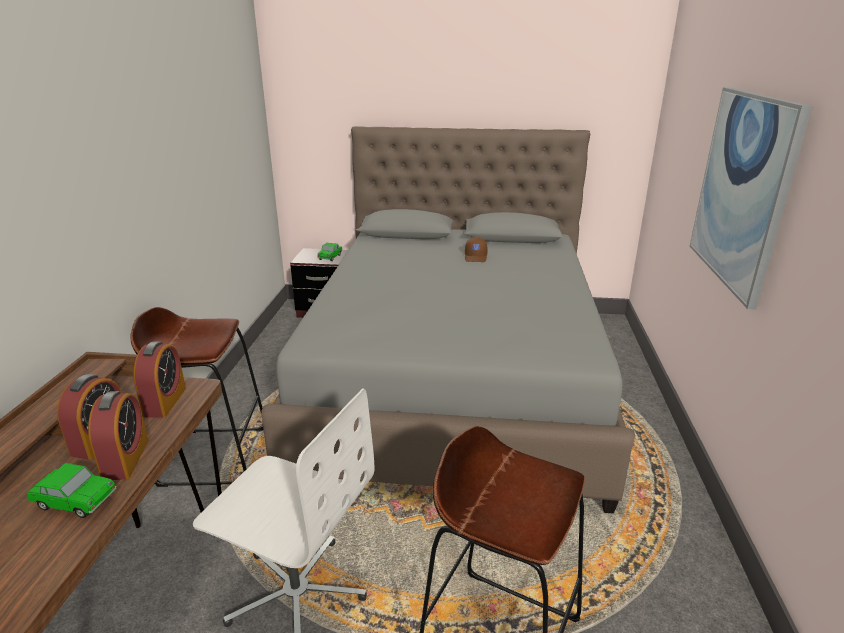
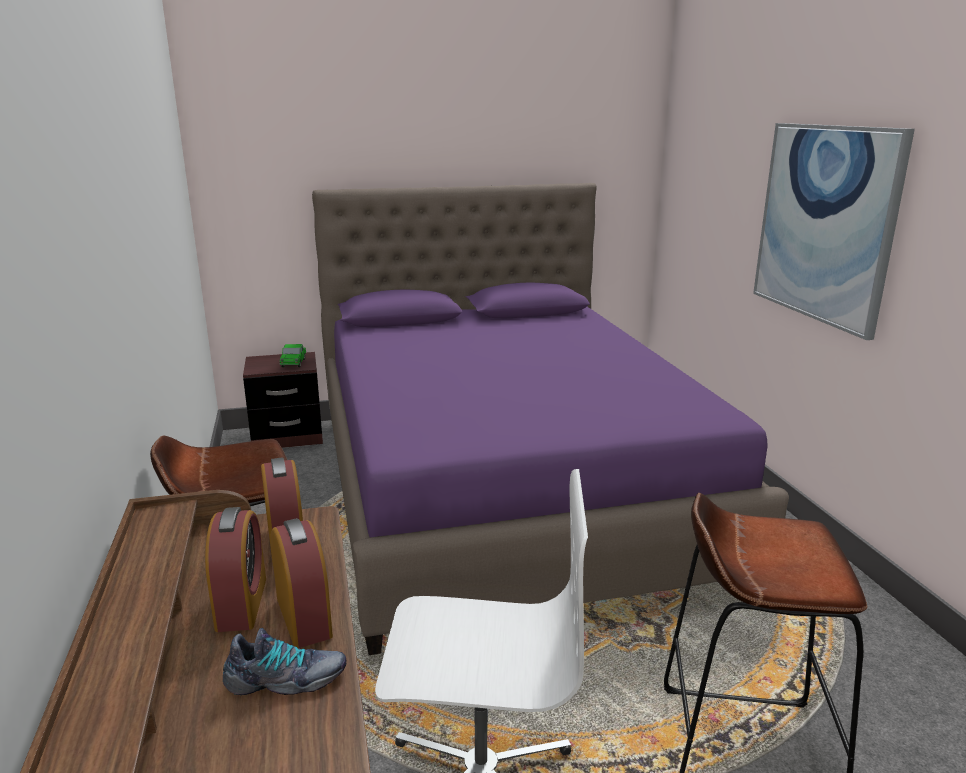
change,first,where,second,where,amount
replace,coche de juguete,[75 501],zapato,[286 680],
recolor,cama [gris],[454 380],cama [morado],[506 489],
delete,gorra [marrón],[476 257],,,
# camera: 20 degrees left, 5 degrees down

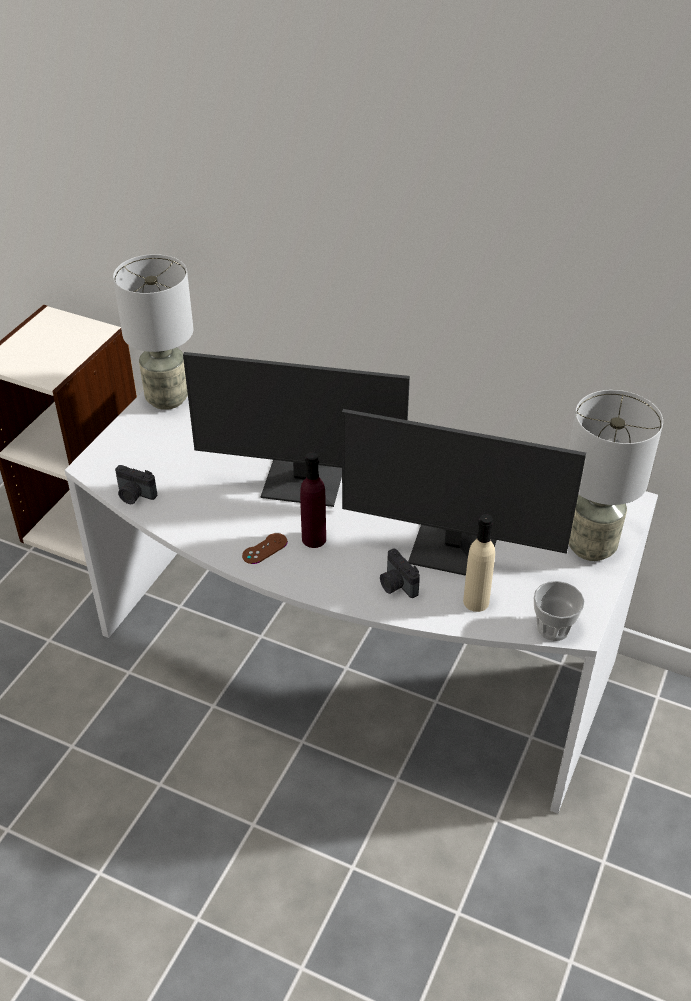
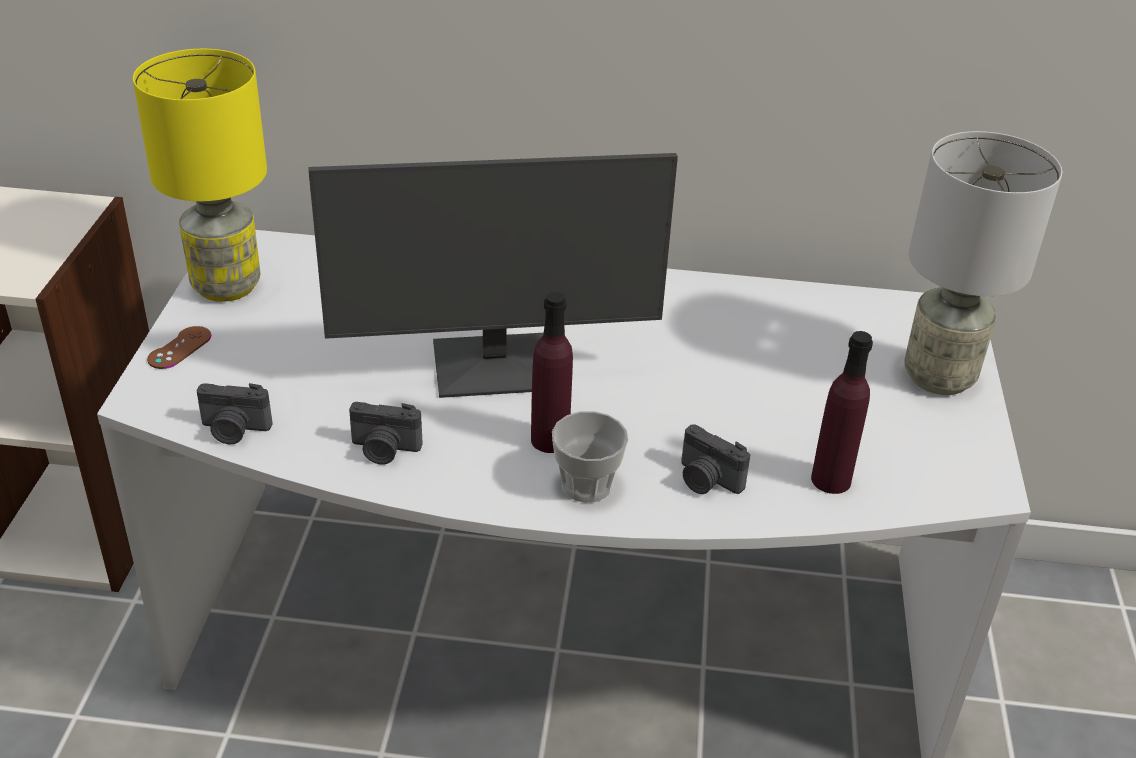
change,first,where,second,where,amount
recolor,lámpara de mesa [gris],[167 398],lámpara de mesa [amarillo],[226 285],
move,mando de consola [marrón],[265 549],,[179 348],
insert,,,cámara,[384 450],
move,taza,[553 628],,[586 485],
recolor,botella [beis],[476 601],botella [morado],[831 480],
delete,monitor,[453 551],,,
# camera: 20 degrees left, 5 degrees down

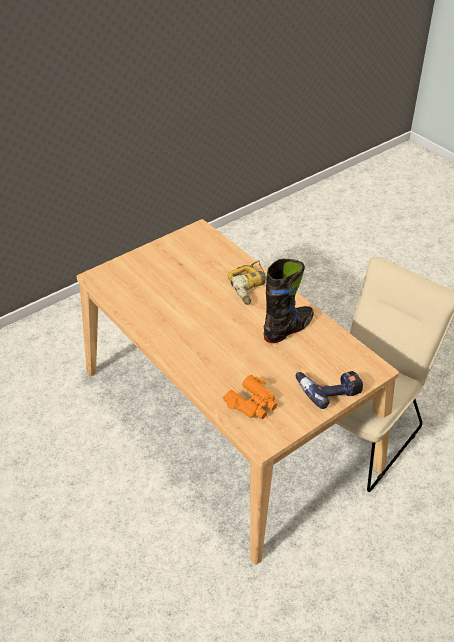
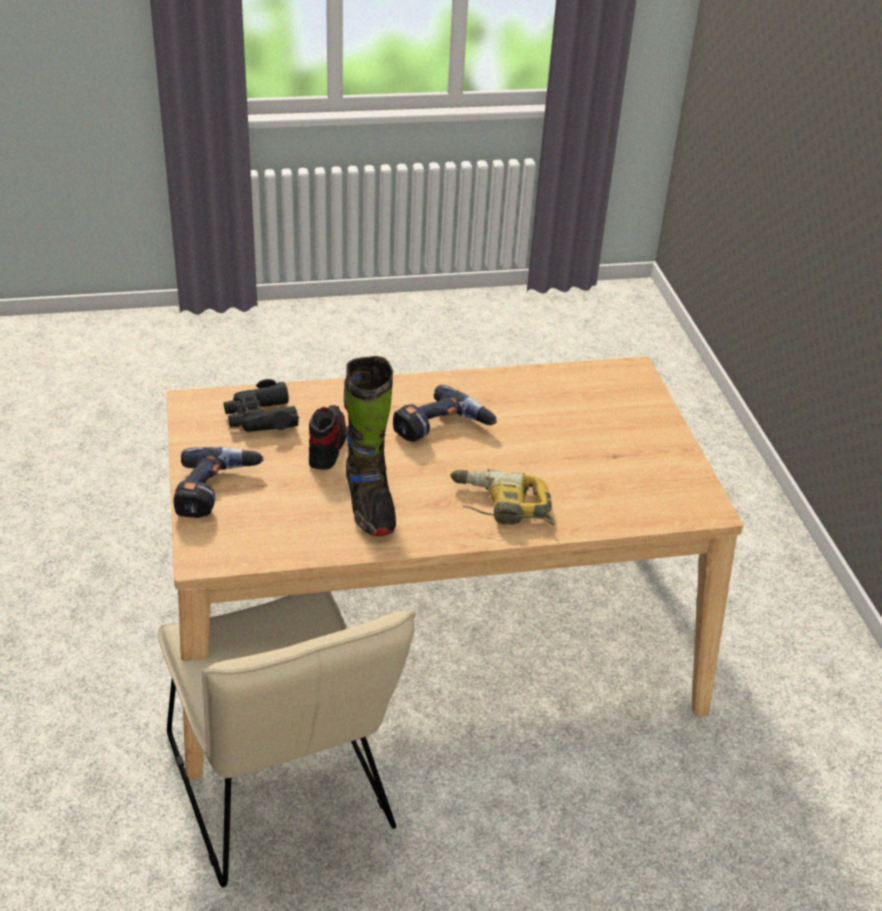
change,first,where,second,where,amount
recolor,prismáticos [naranja],[252 403],prismáticos [negro],[260 417],
insert,,,zapato,[326 445],
insert,,,taladro,[442 429],
# camera: 115 degrees right, 5 degrees down

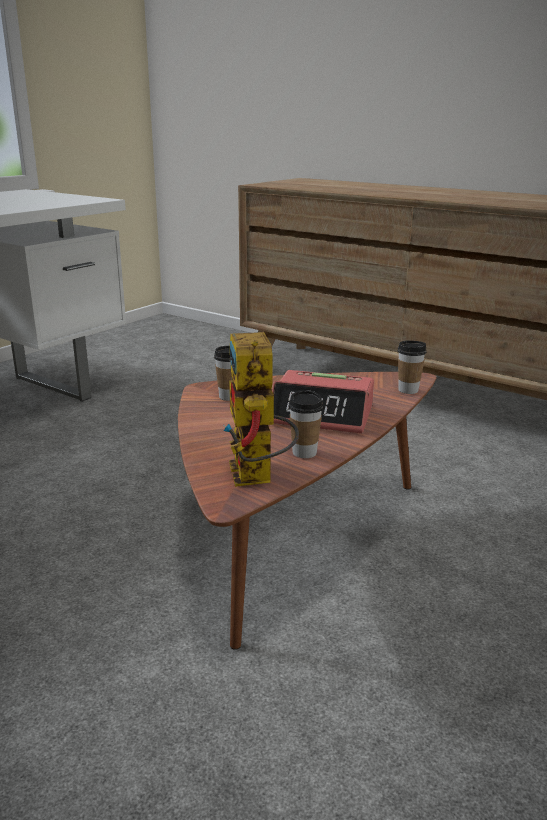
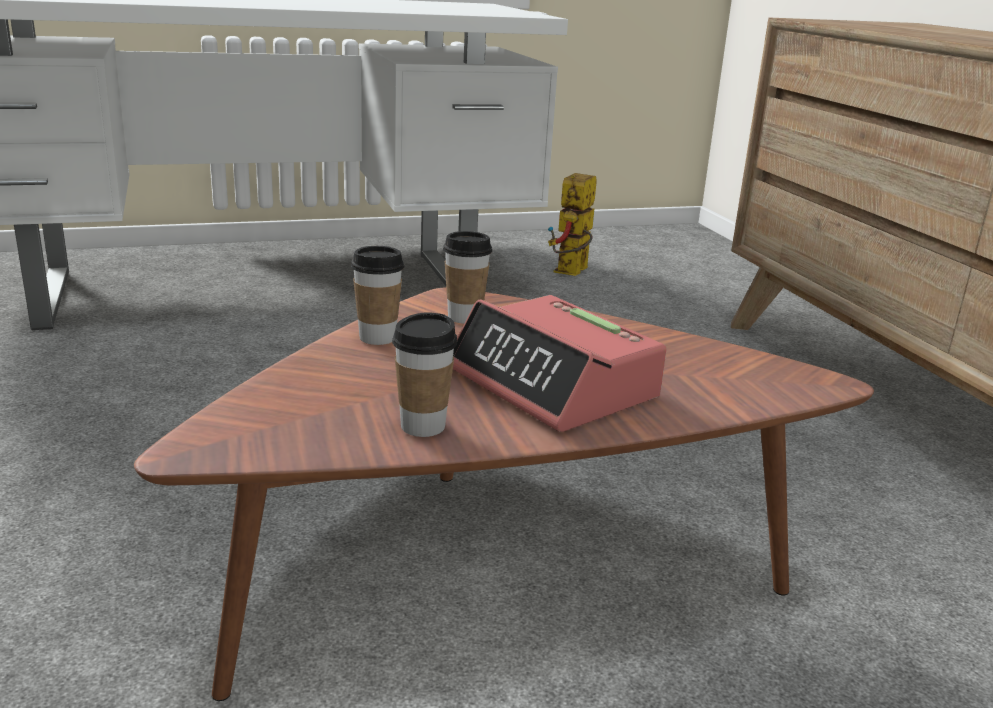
change,first,where,second,where,amount
move,taza,[408 390],,[377 338],
move,robot de juguete,[257 478],,[571 273],
# camera: 35 degrees right, 0 degrees up

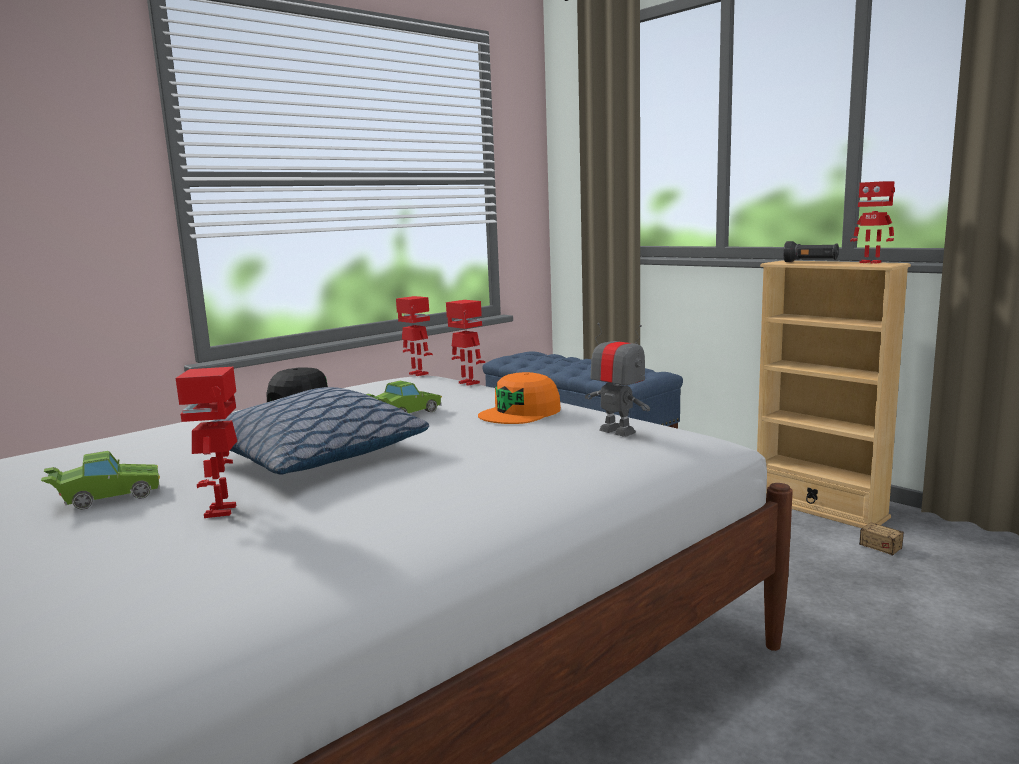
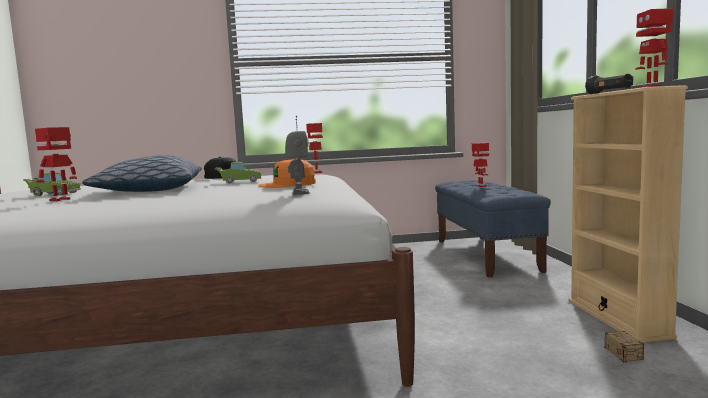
change,first,where,second,where,amount
move,robot de juguete,[468 383],,[480 186],
# camera: 35 degrees right, 5 degrees down

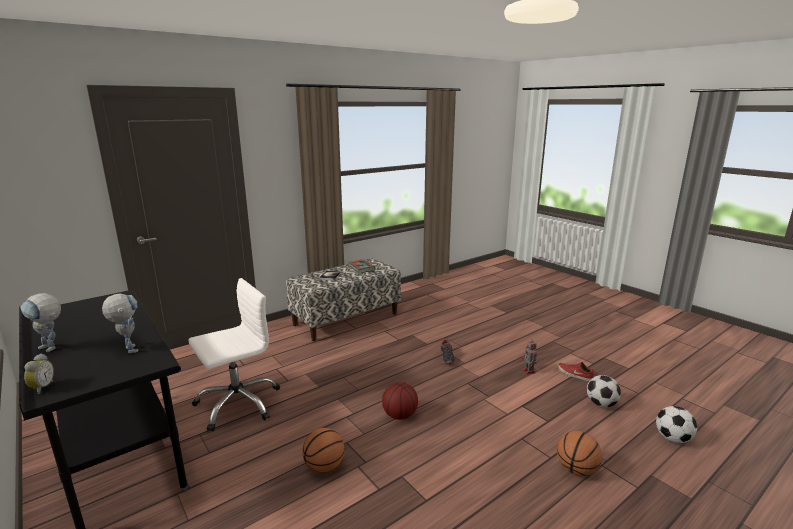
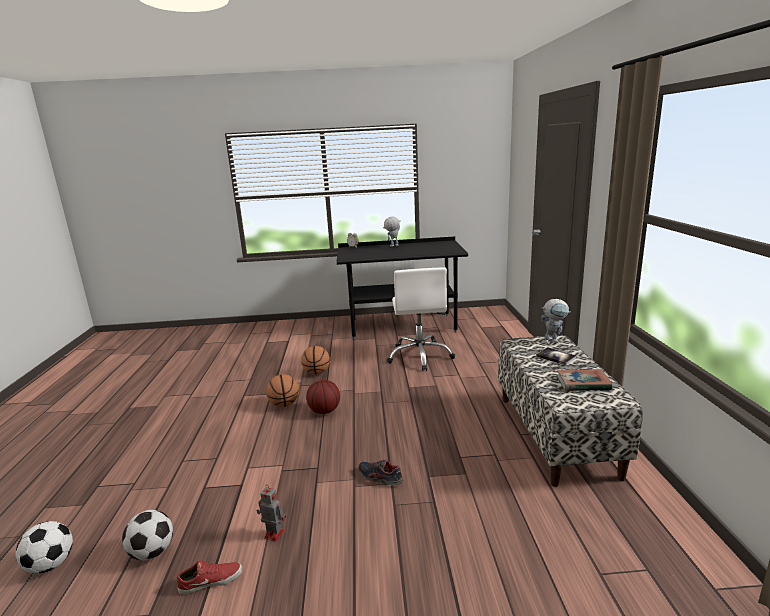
change,first,where,second,where,amount
move,balón de baloncesto,[576 469],,[284 404],
move,robot de juguete,[128 348],,[553 341],
# camera: 125 degrees right, 0 degrees up

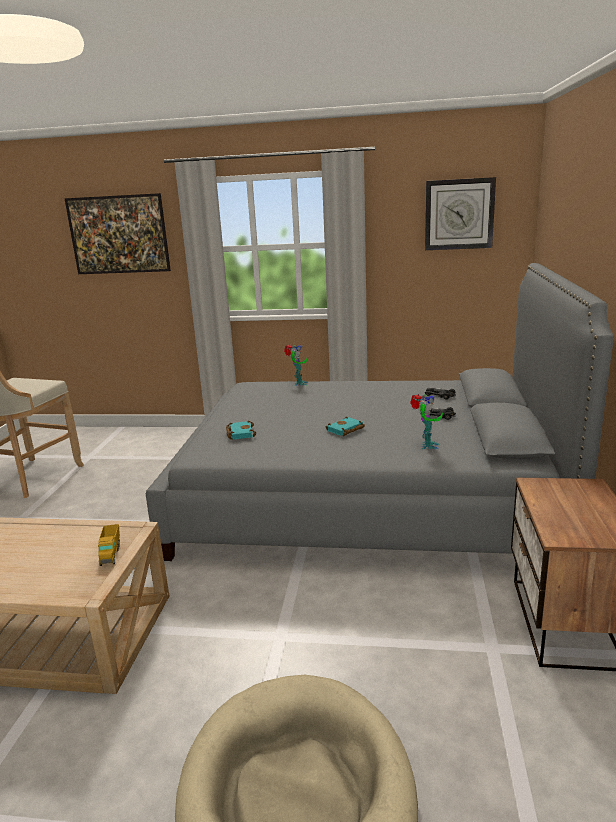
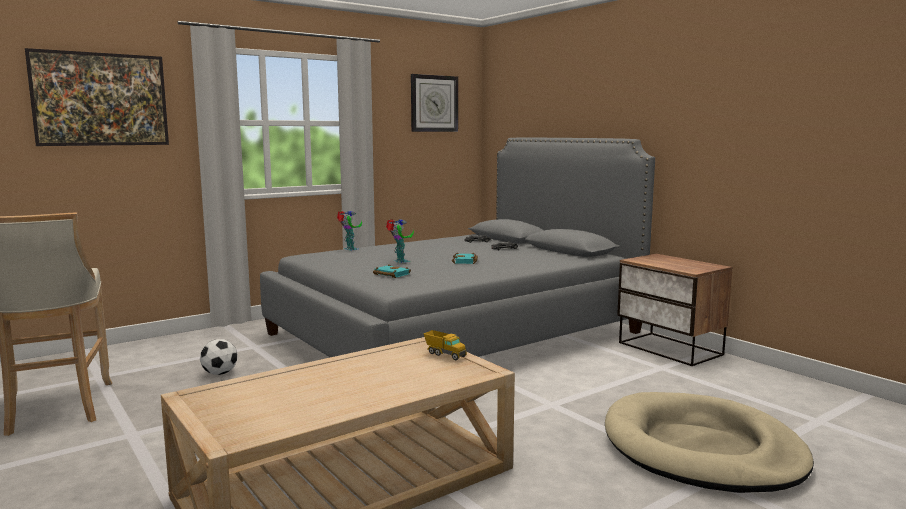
change,first,where,second,where,amount
insert,,,balón de fútbol,[220 373],
move,robot de juguete,[426 446],,[400 261],
# camera: 45 degrees left, 10 degrees down

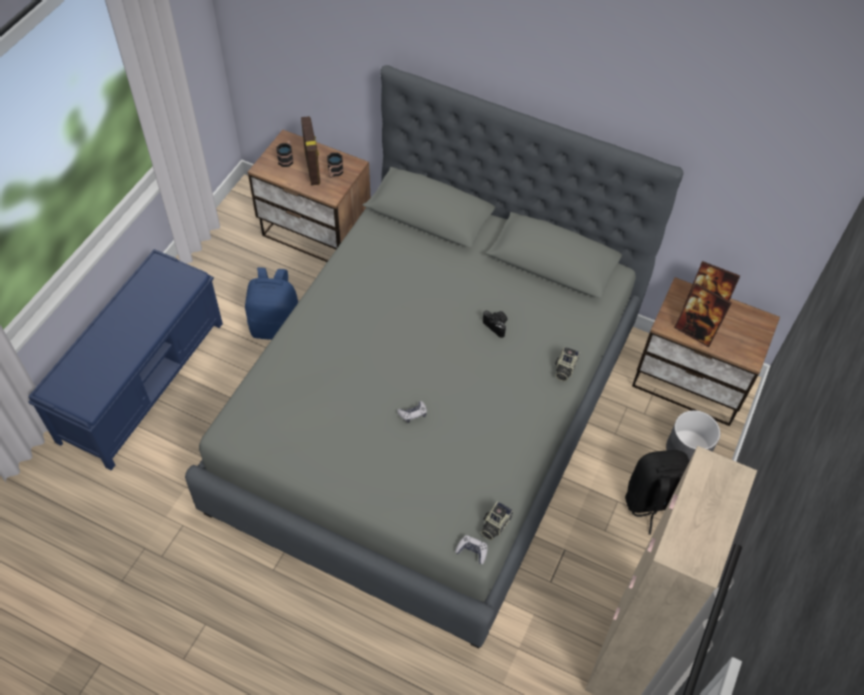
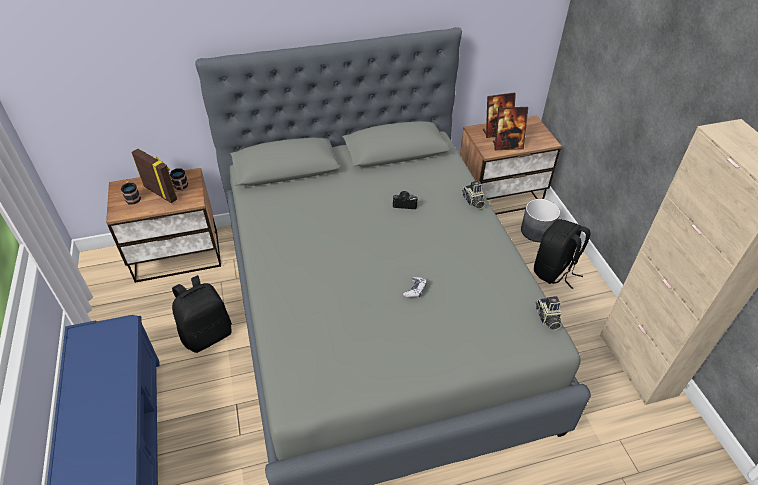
change,first,where,second,where,amount
recolor,mochila [azul],[277 327],mochila [negro],[207 334],
delete,mando de consola,[472 551],,,
# camera: 40 degrees left, 10 degrees down

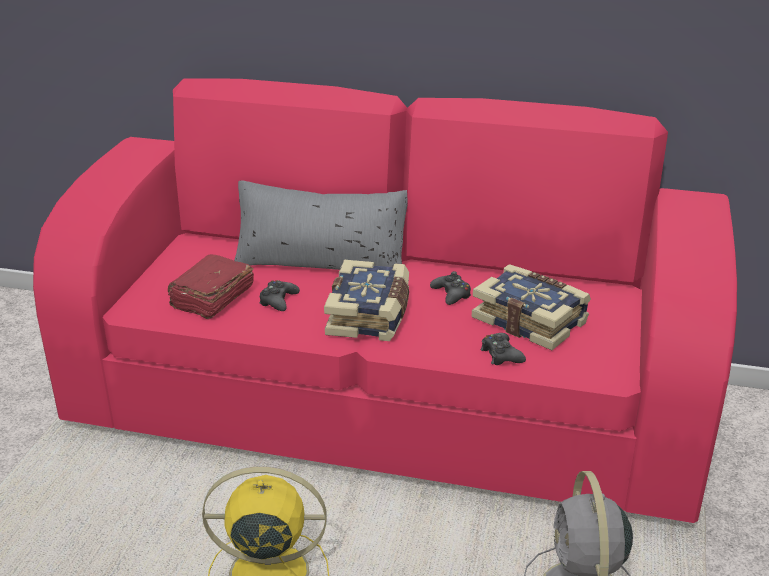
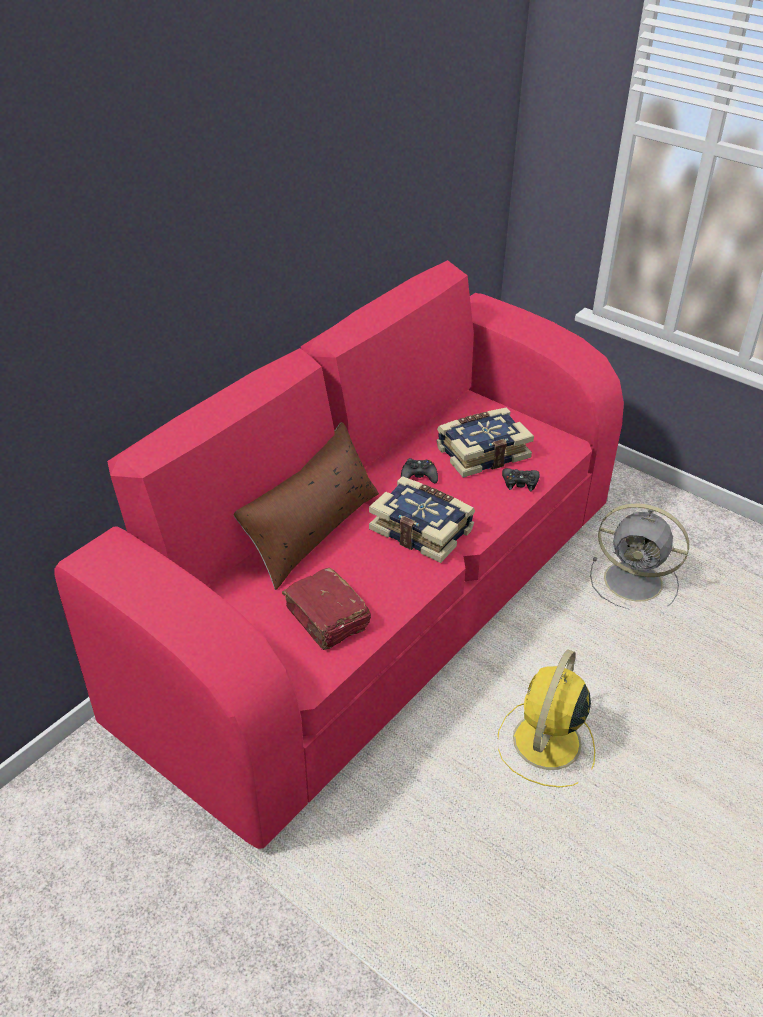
change,first,where,second,where,amount
recolor,cojín [gris],[321 263],cojín [marrón],[312 531],
delete,mando de consola [negro],[278 301],,,
# camera: 65 degrees left, 10 degrees up

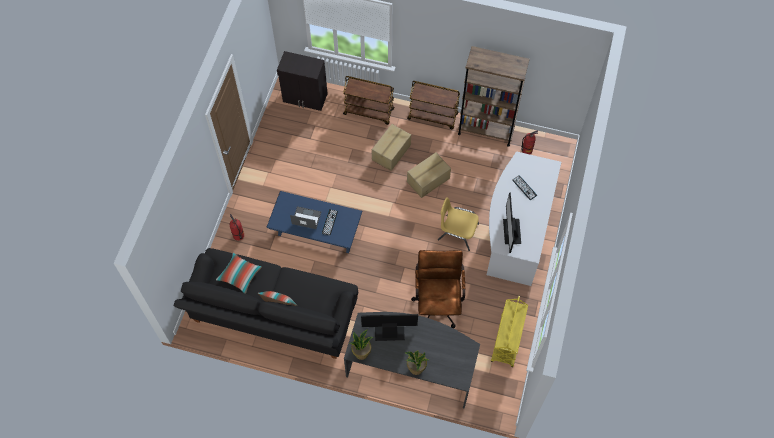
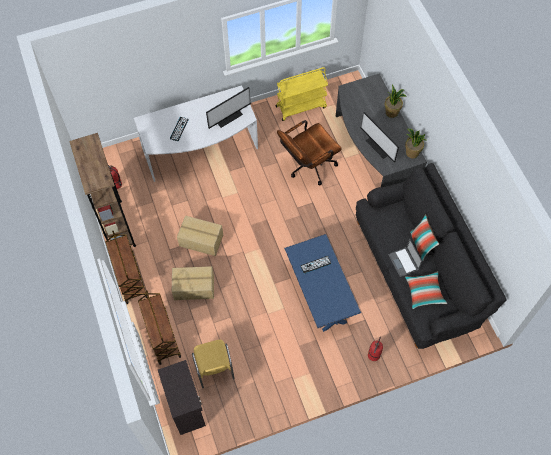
change,first,where,second,where,amount
move,silla [amarillo],[457 232],,[214 367],
move,portátil,[306 218],,[403 262],
# camera: 125 degrees left, 0 degrees up

